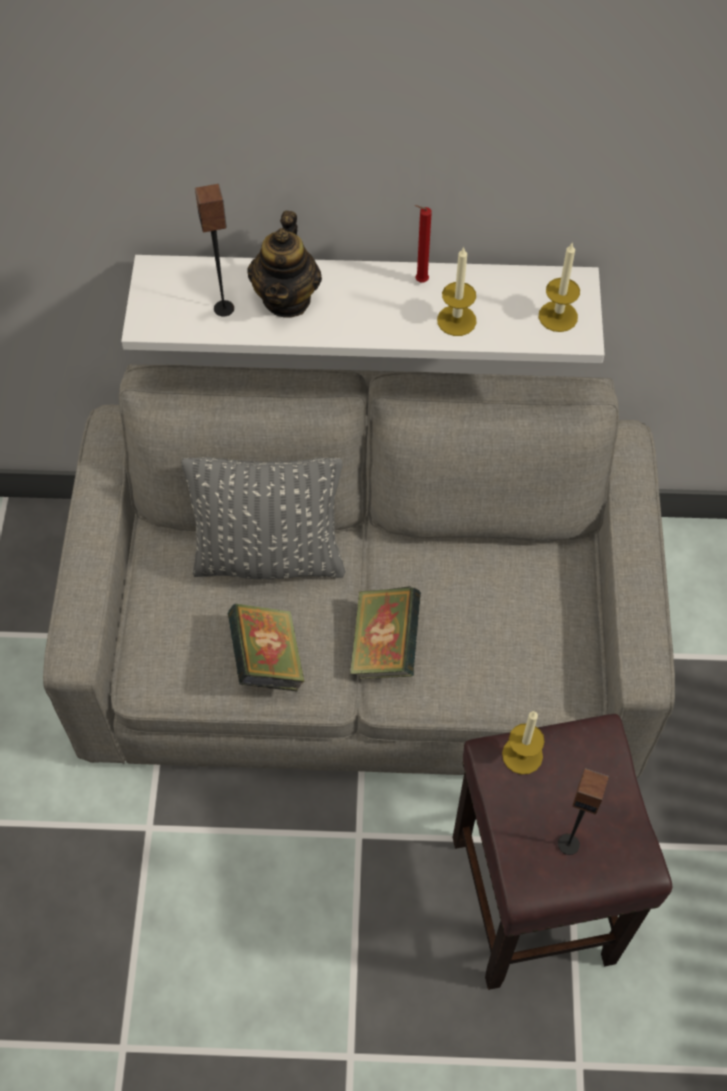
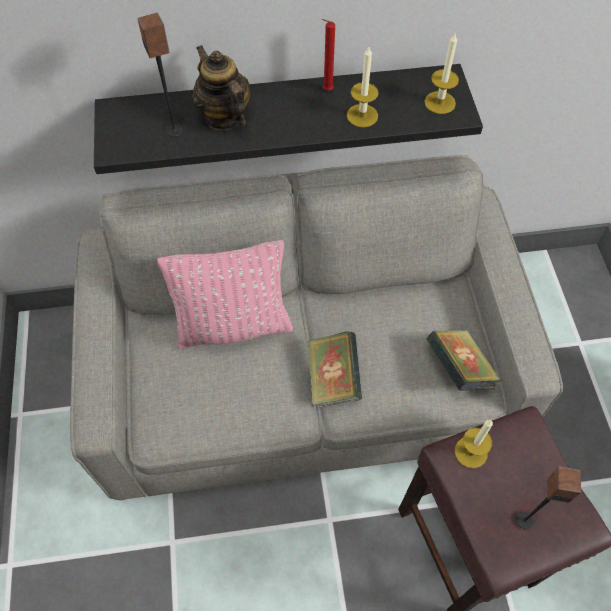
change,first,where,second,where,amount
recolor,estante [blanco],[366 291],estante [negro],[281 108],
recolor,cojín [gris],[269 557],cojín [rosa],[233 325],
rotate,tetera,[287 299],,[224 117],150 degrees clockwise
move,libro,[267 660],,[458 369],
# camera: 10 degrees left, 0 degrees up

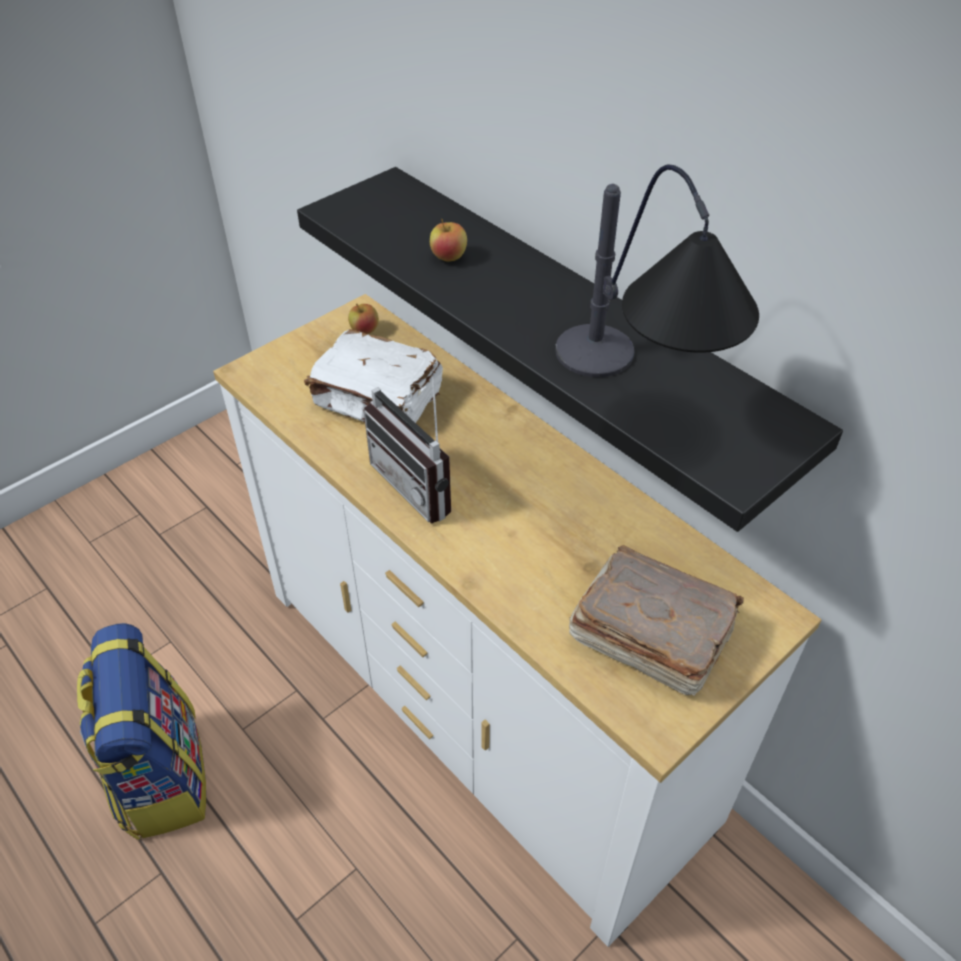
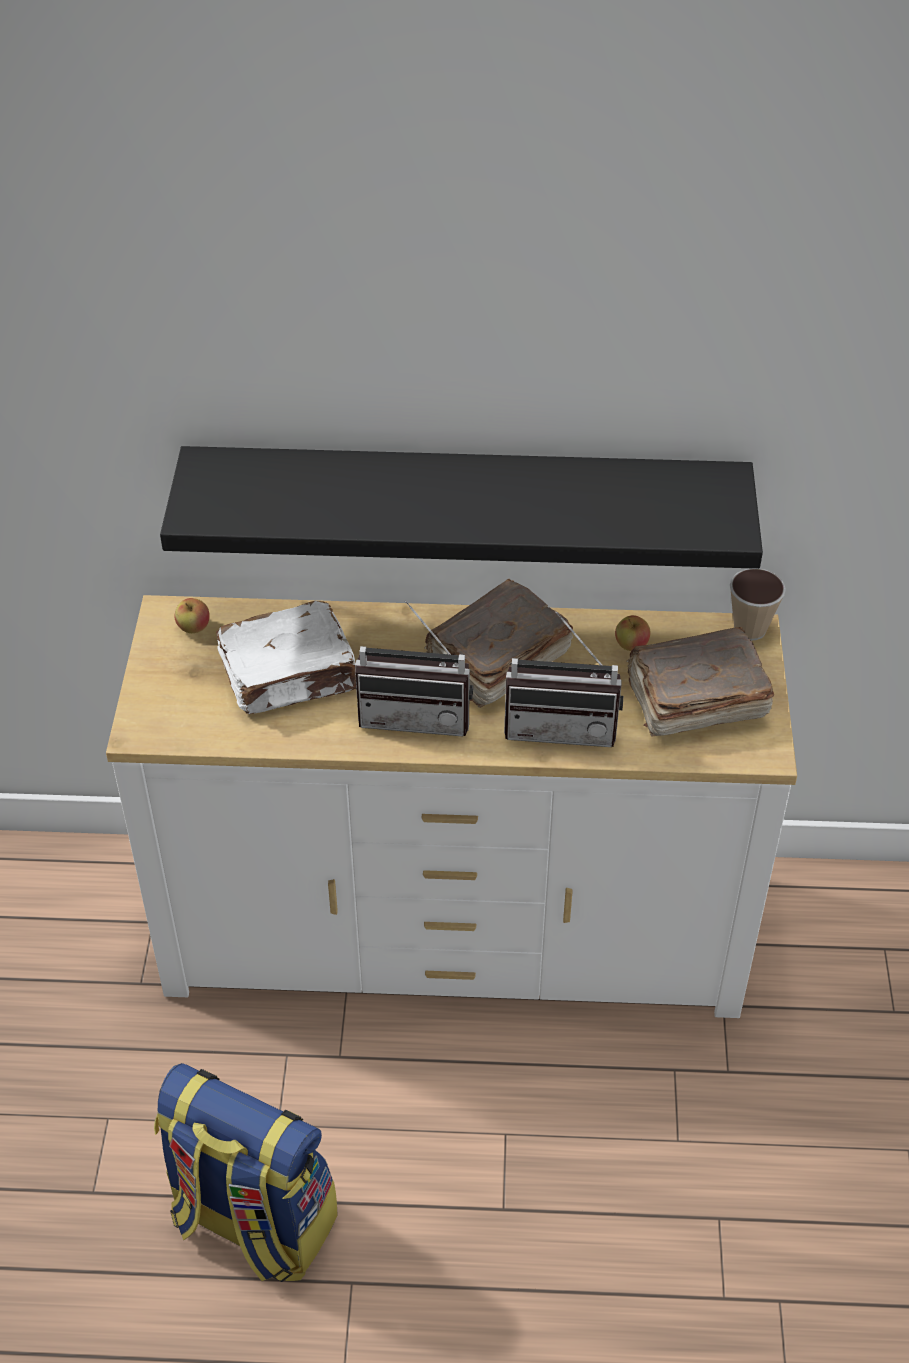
change,first,where,second,where,amount
insert,,,libro [marrón],[496 661],
insert,,,radio,[562 726],
move,manzana,[448 257],,[631 645],
insert,,,taza,[750 629],
delete,lámpara de mesa,[638 400],,,
# camera: 45 degrees left, 0 degrees up

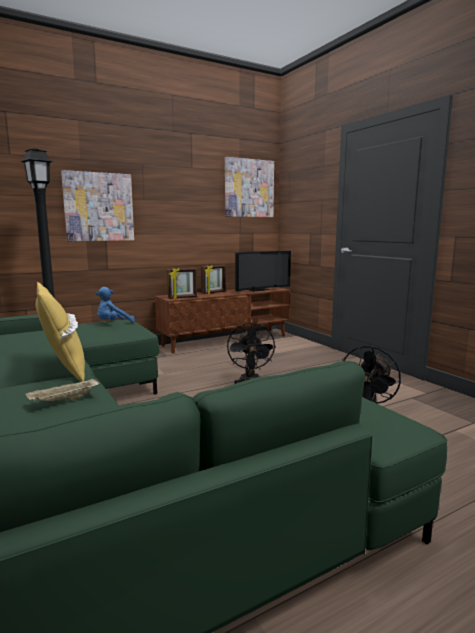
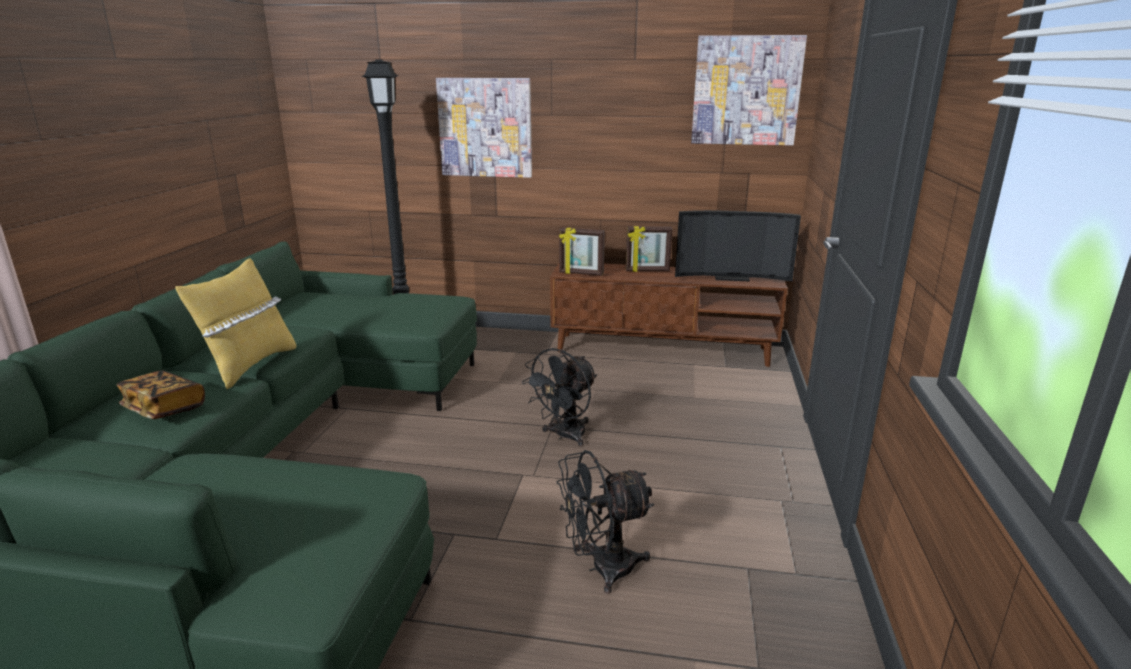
change,first,where,second,where,amount
replace,bandeja [beis],[64 401],libro,[164 408],
delete,peluche [azul],[113 323],,,
# camera: 40 degrees right, 10 degrees up

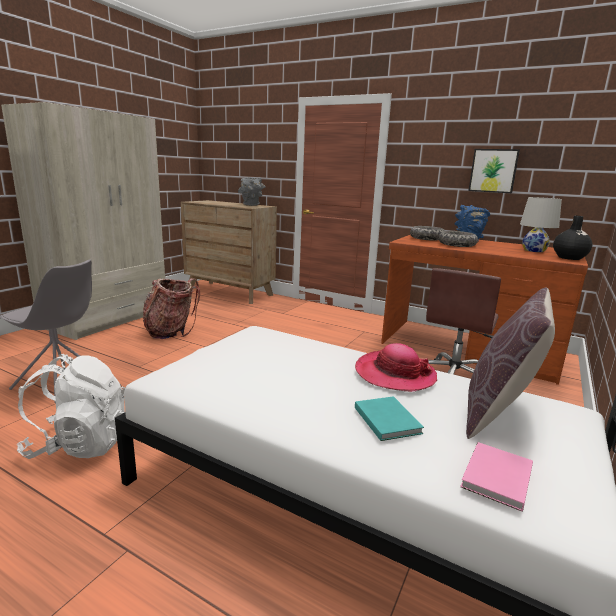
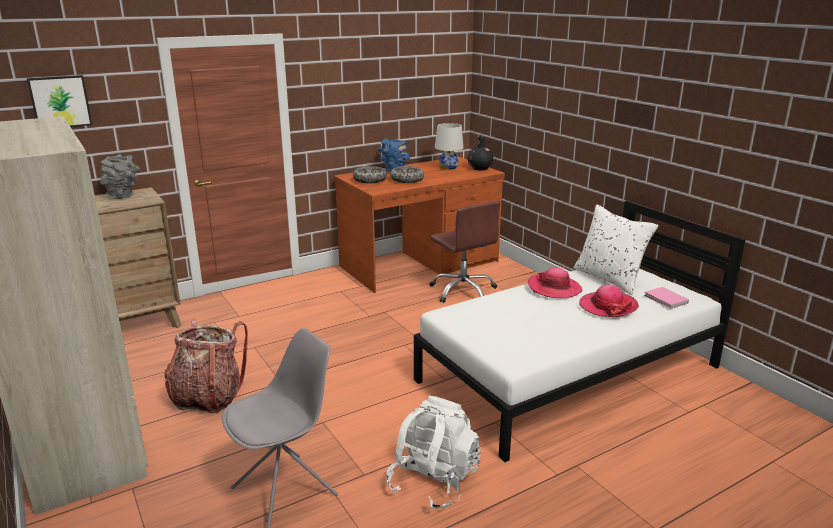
change,first,where,second,where,amount
move,cuadro,[493 171],,[60 101],
recolor,cojín [marrón],[499 411],cojín [blanco],[609 278],
replace,libro [turquesa],[387 419],sombrero,[607 306],
# camera: 60 degrees left, 5 degrees up

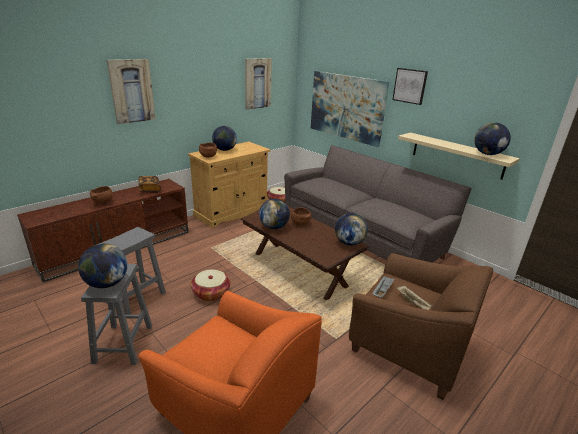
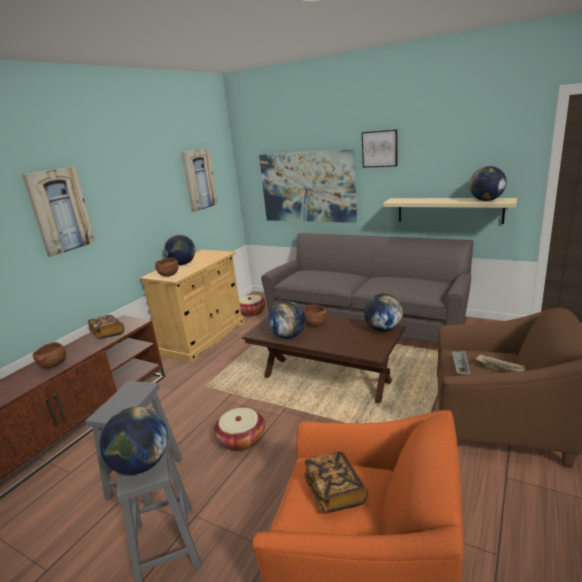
change,first,where,second,where,amount
insert,,,libro,[335 492],
# camera: 15 degrees left, 5 degrees down

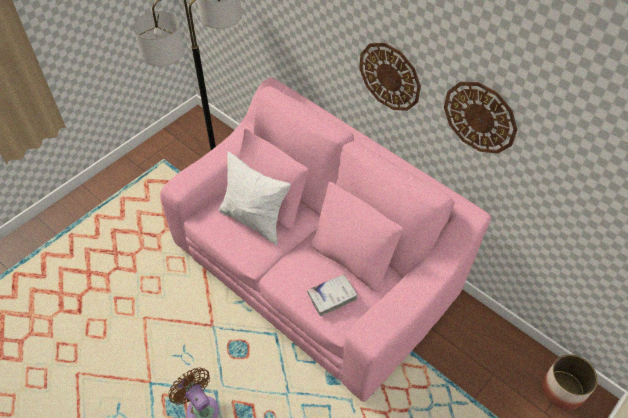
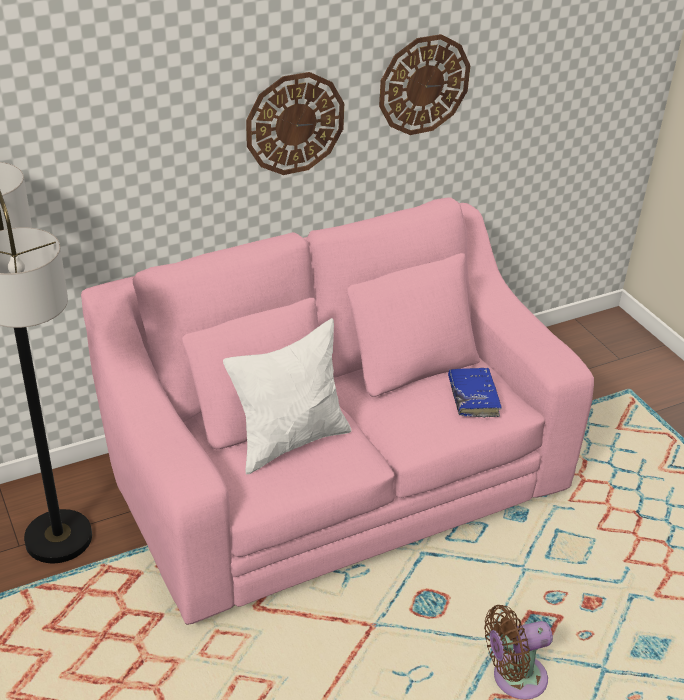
change,first,where,second,where,amount
recolor,libro [blanco],[332 296],libro [azul],[473 397],
delete,maceta,[562 389],,,
# camera: 70 degrees left, 15 degrees down

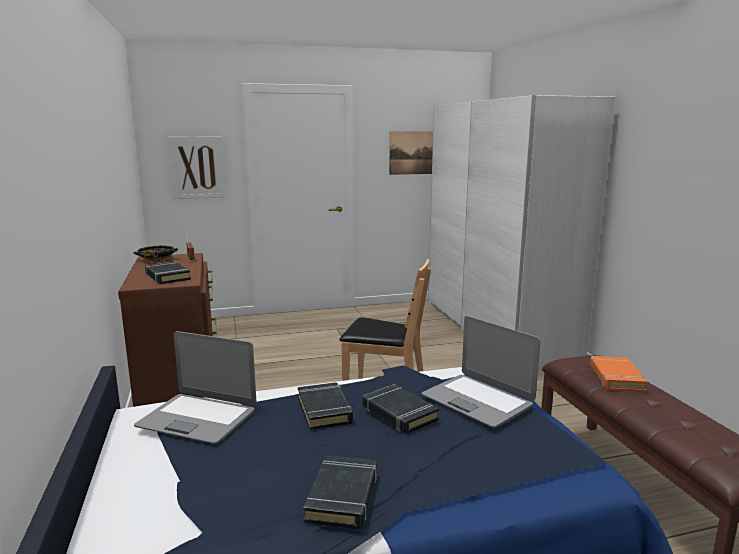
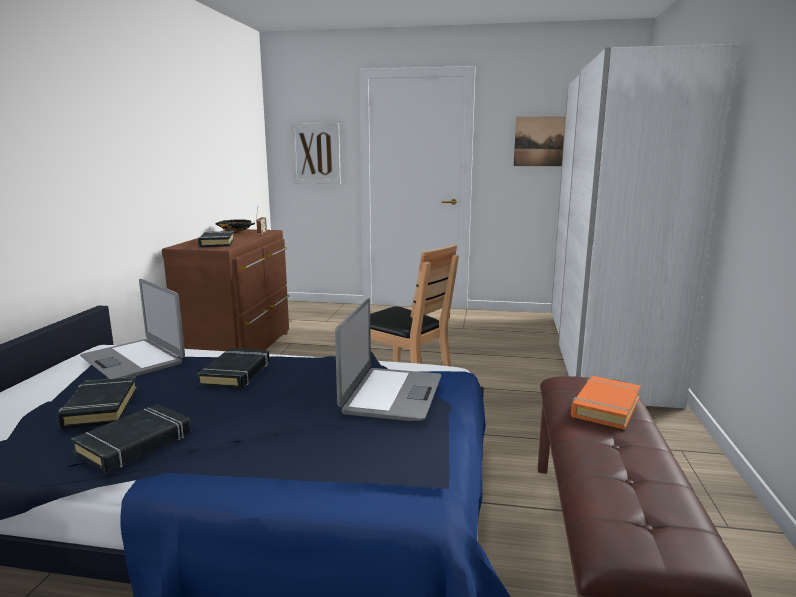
change,first,where,second,where,amount
move,libro [negro],[399 413],,[100 408],
rotate,portátil,[477 401],,[391 395],150 degrees counterclockwise
# camera: 25 degrees right, 0 degrees up

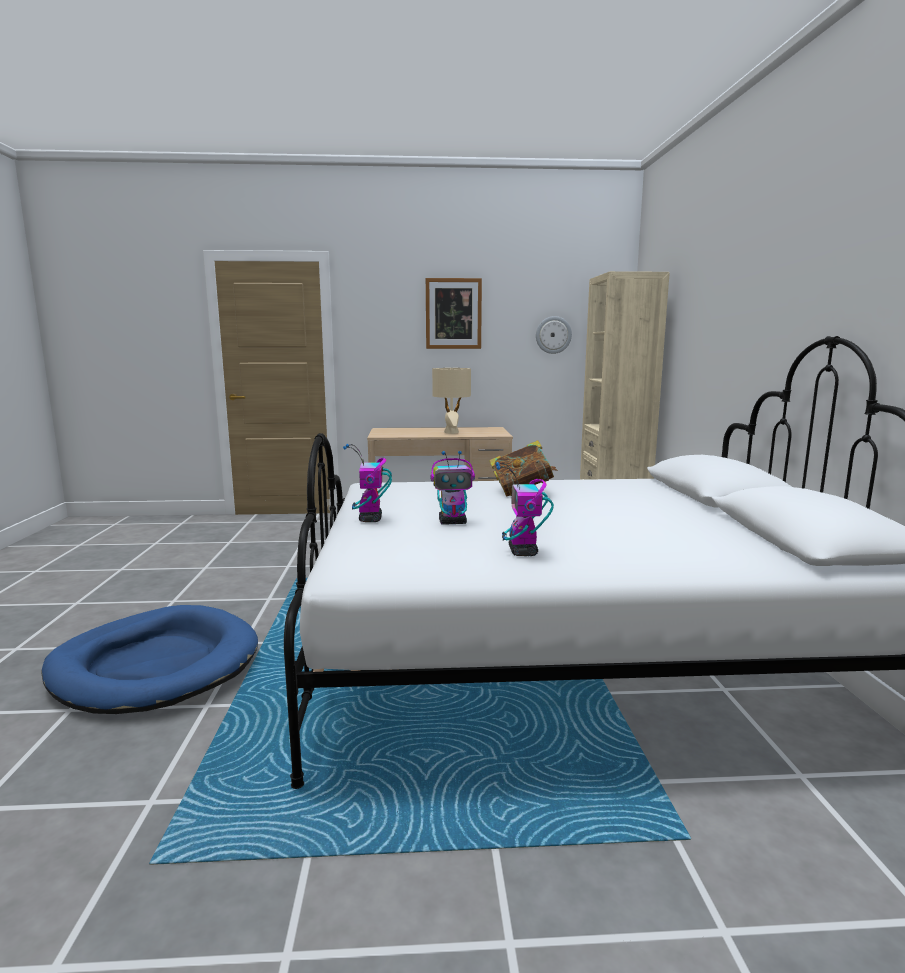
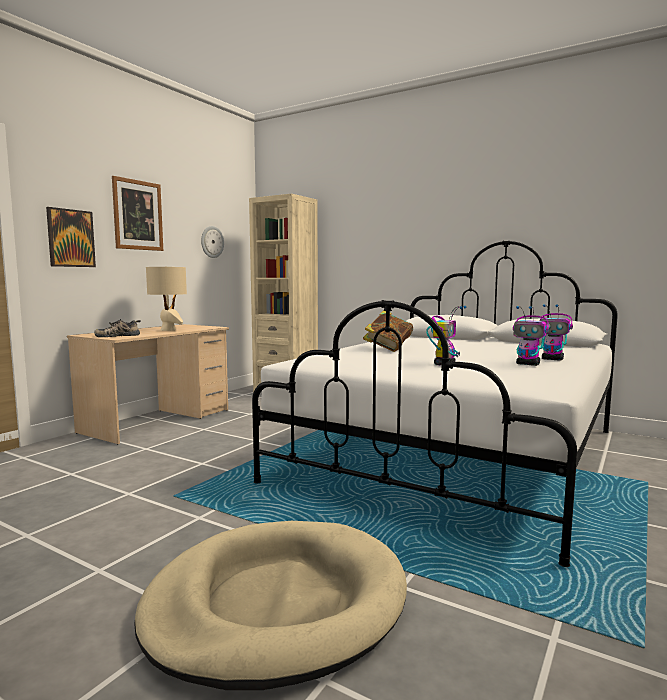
change,first,where,second,where,amount
insert,,,cuadro,[71 238],
insert,,,zapato,[118 335],
recolor,cama para perro [azul],[155 665],cama para perro [beis],[276 605],
move,robot de juguete,[370 519],,[553 359],
# camera: 55 degrees left, 5 degrees down

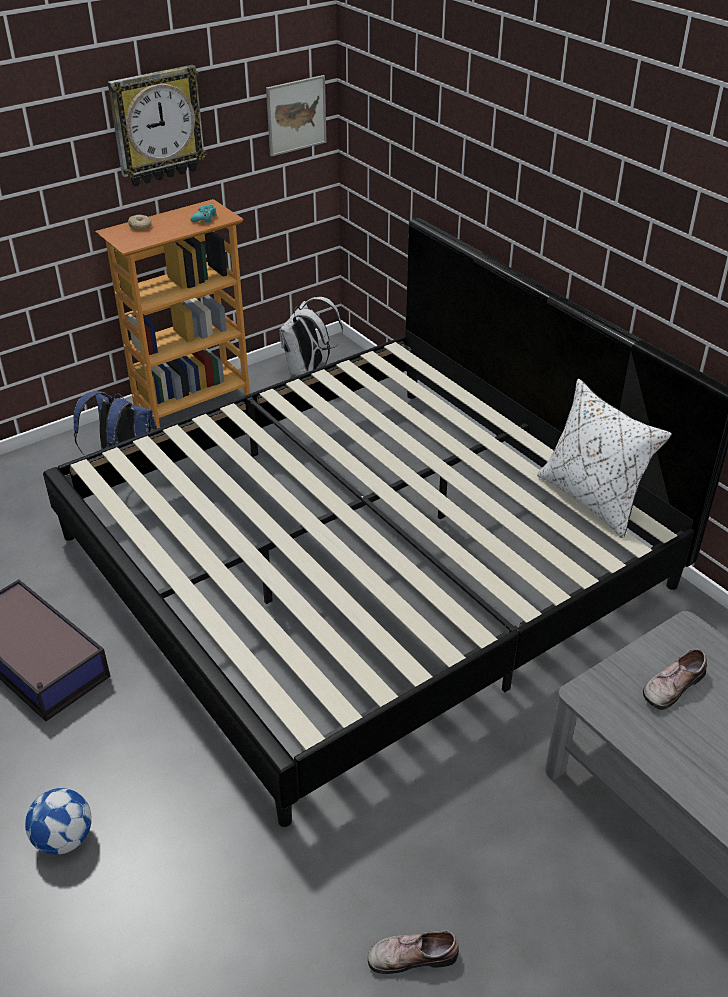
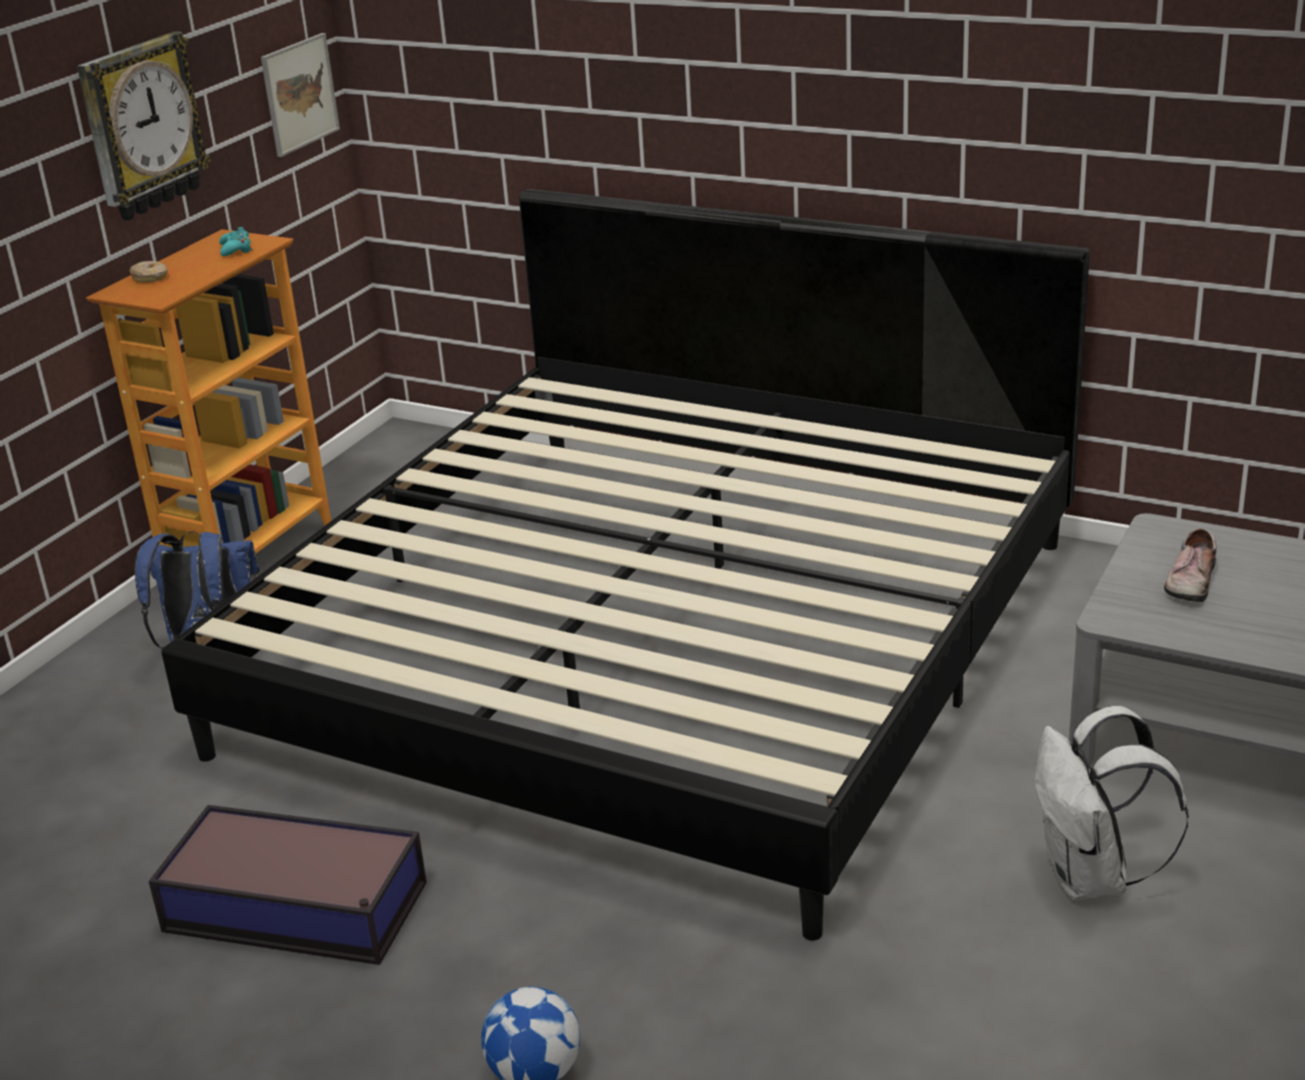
change,first,where,second,where,amount
move,mochila [blanco],[308 371],,[1092 877],
delete,zapato,[412 954],,,
delete,cojín [blanco],[592 499],,,
# camera: 25 degrees left, 10 degrees down

